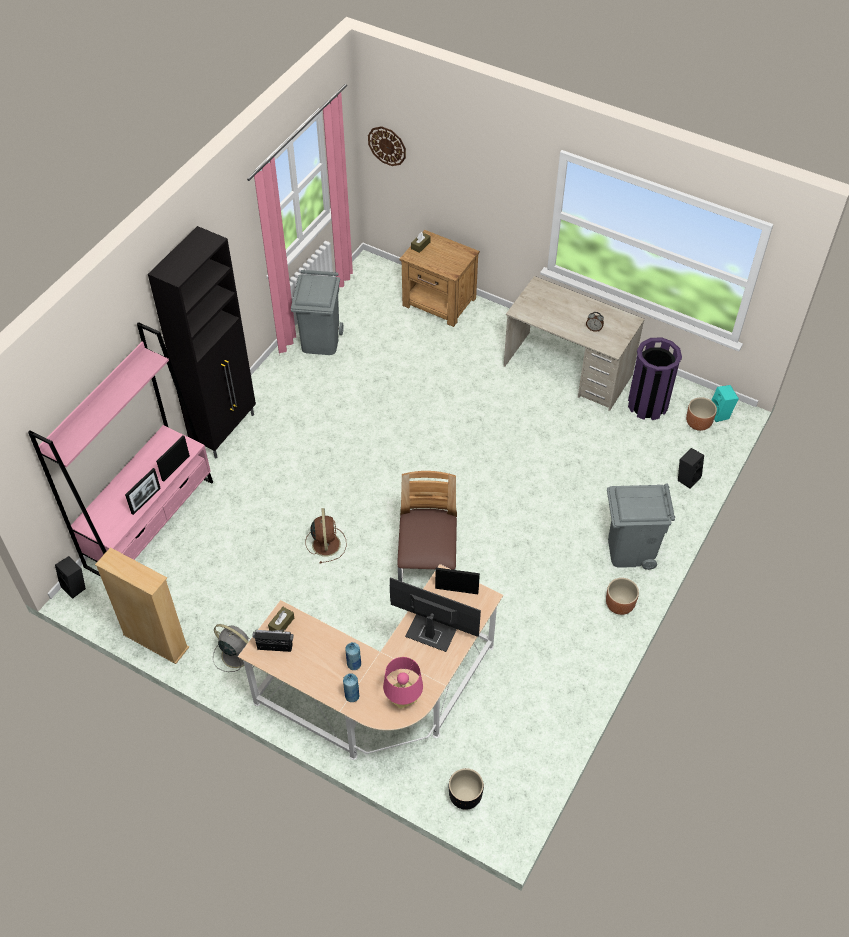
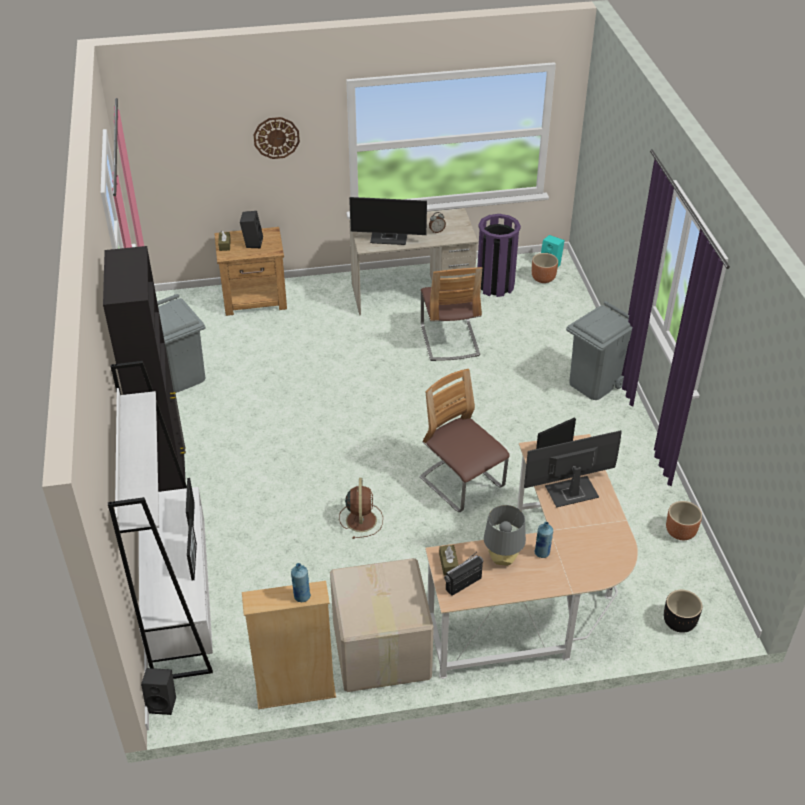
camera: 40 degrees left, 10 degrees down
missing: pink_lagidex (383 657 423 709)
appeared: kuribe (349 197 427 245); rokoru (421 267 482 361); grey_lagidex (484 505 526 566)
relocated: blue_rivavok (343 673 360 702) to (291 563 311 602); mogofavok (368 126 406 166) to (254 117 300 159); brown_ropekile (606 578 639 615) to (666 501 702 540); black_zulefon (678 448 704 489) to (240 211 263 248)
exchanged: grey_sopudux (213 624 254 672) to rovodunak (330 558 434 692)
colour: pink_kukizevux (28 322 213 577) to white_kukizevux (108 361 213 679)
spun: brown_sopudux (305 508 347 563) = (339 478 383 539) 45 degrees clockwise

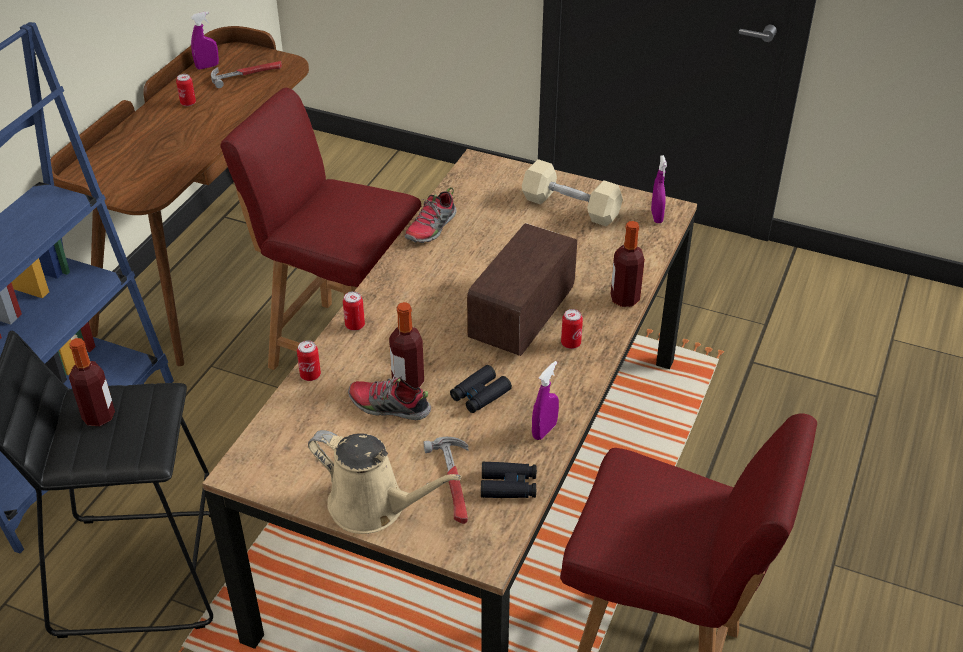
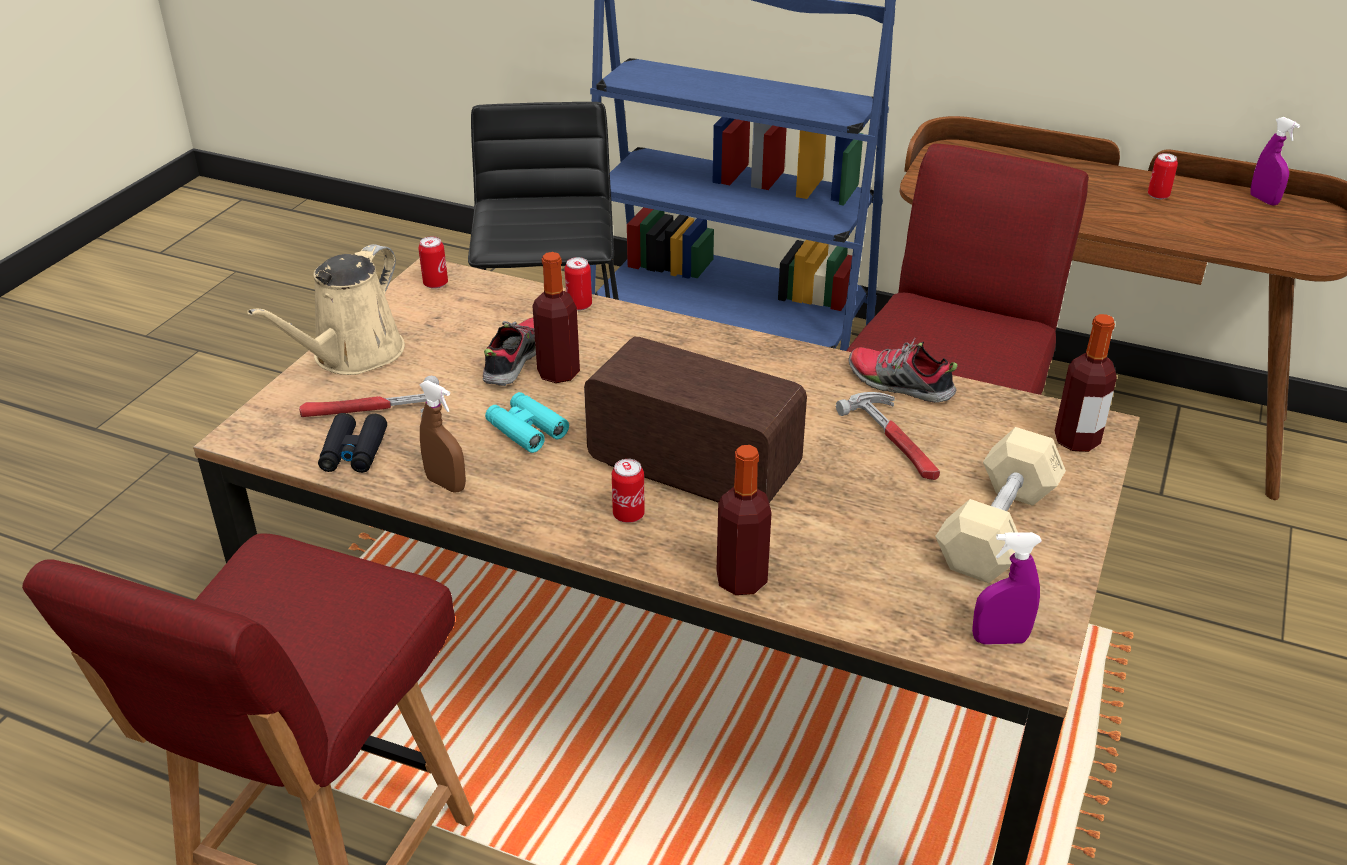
camera: 90 degrees right, 5 degrees down
relocated: rivavok (69 338 115 426) to (1055 314 1117 452); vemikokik (211 61 282 88) to (836 392 940 480); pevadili (343 291 365 331) to (418 236 448 289)
colour: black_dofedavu (450 365 512 413) to turquoise_dofedavu (485 392 569 453); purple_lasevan (532 361 559 440) to brown_lasevan (419 380 466 492)

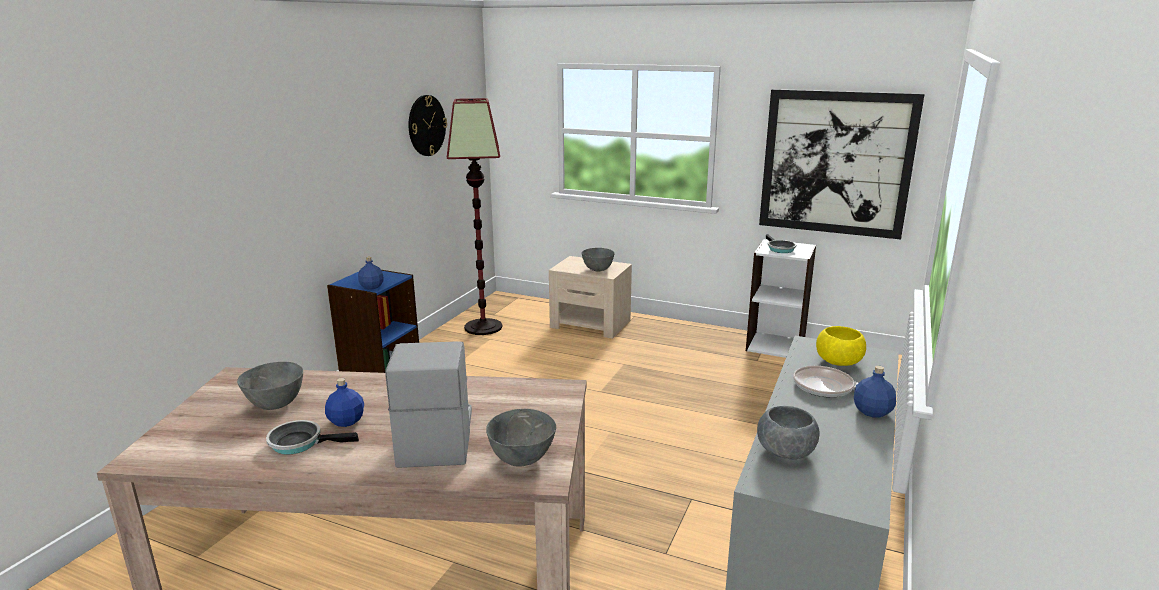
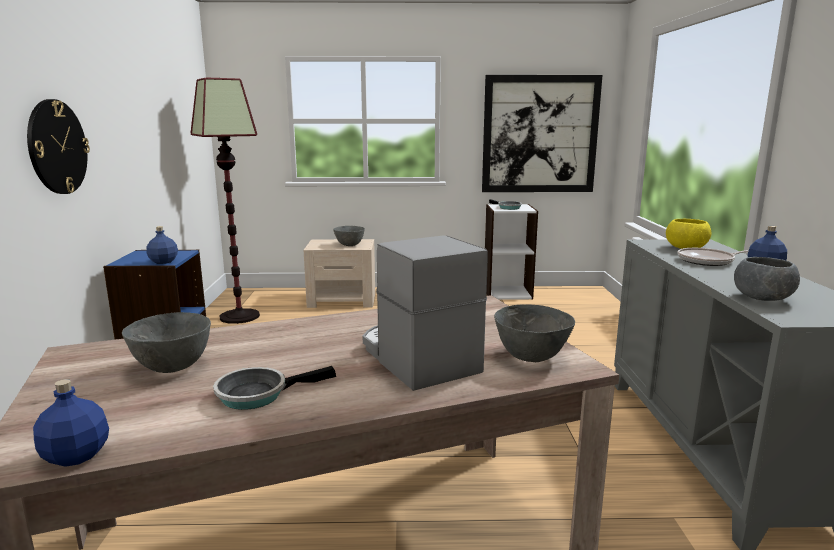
camera: 25 degrees left, 5 degrees down
relocated: blue_rivavok (325 378 364 427) to (33 379 109 467); mogofavok (409 95 447 156) to (27 99 90 194)

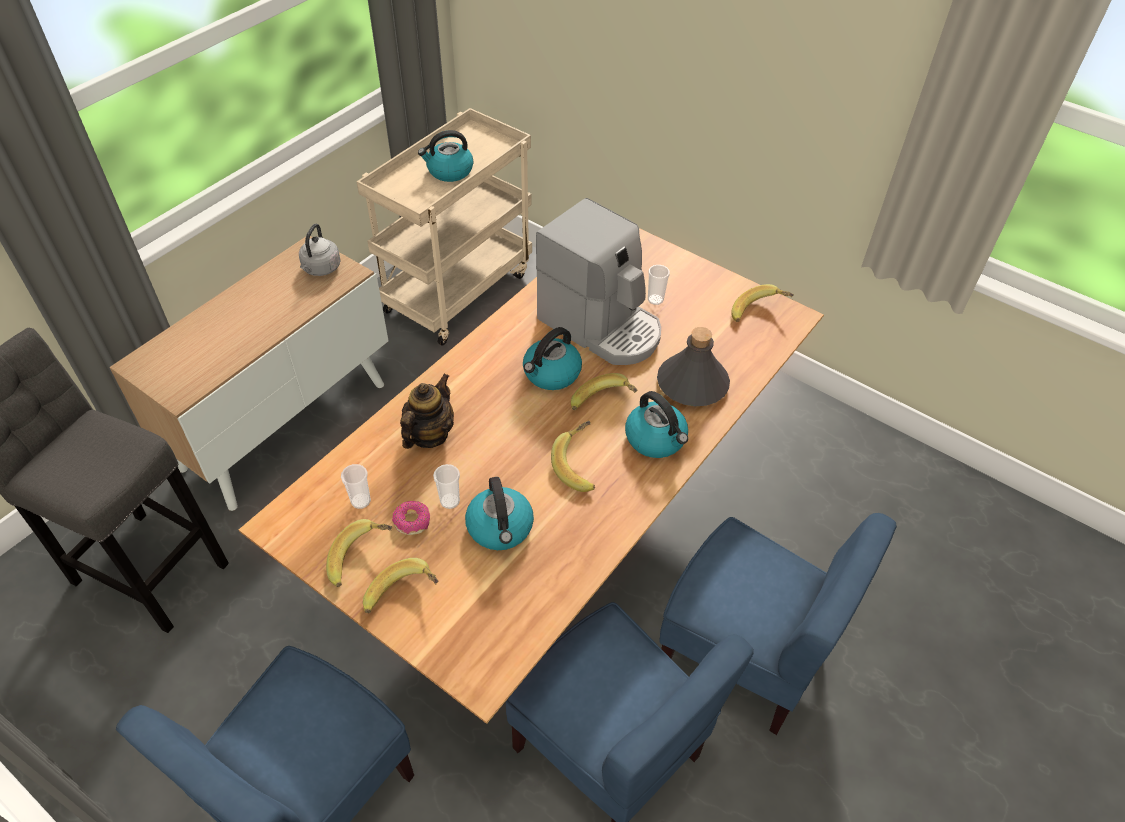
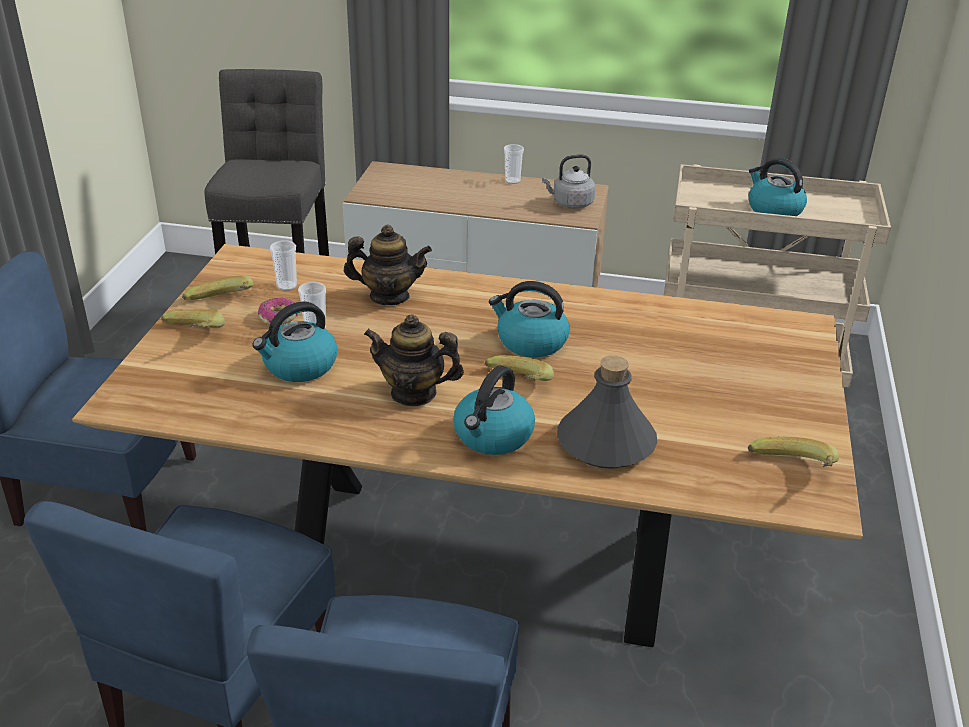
camera: 65 degrees right, 15 degrees down
missing: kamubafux (536 198 661 365)
relocated: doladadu (648 265 670 305) to (504 144 524 184)
exchanged: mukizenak (551 420 595 492) to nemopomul (364 315 464 407)

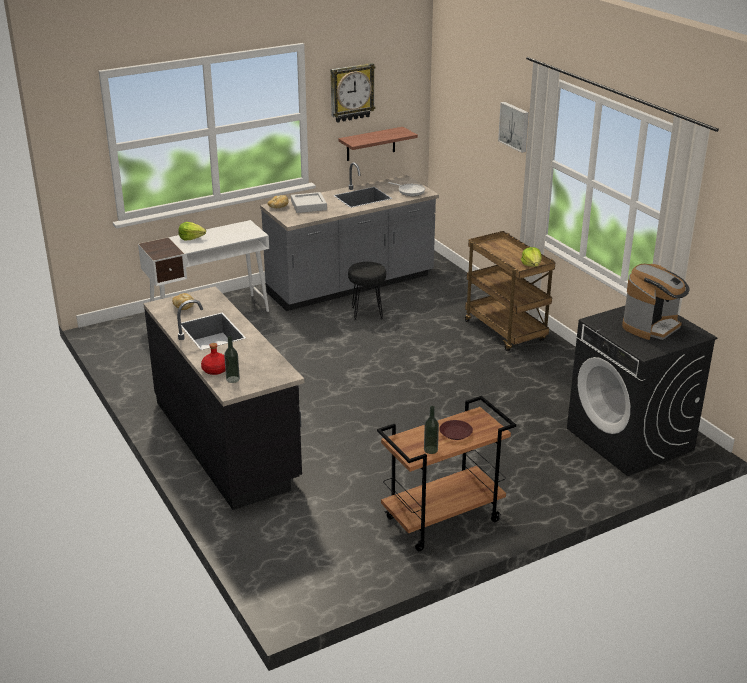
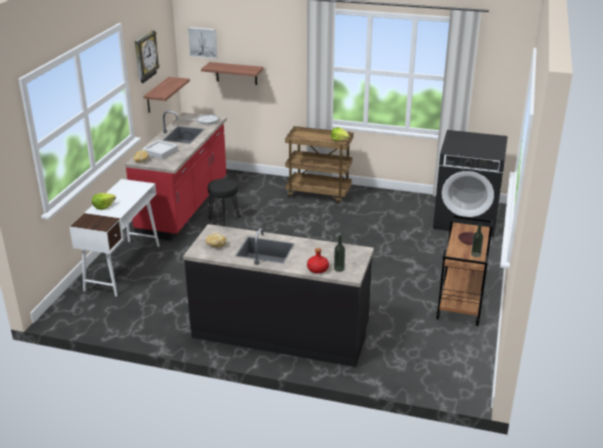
camera: 45 degrees left, 0 degrees up
missing: kamubafux (622 264 690 340)
appeared: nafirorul (201 62 264 85)
relocated: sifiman (498 102 529 153) to (188 27 218 58)
colour: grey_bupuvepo (260 162 439 311) to red_bupuvepo (125 110 227 241)

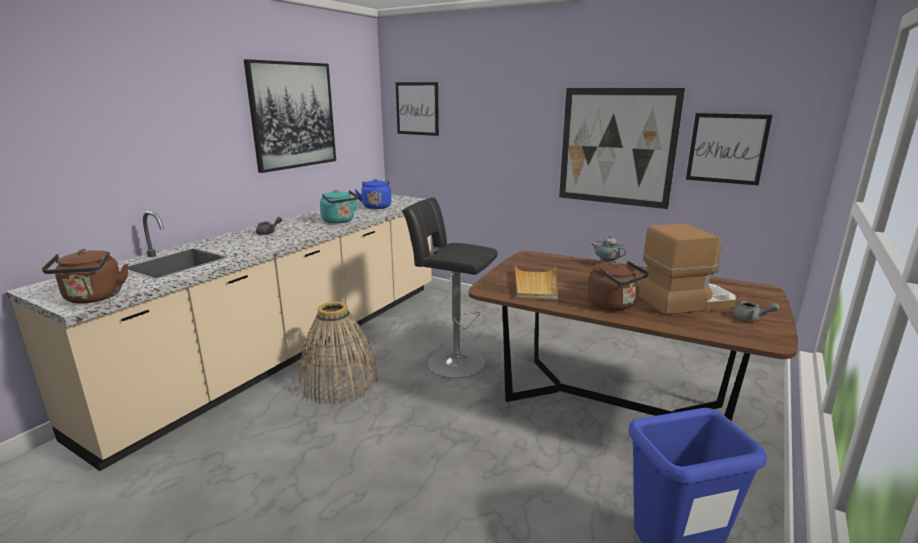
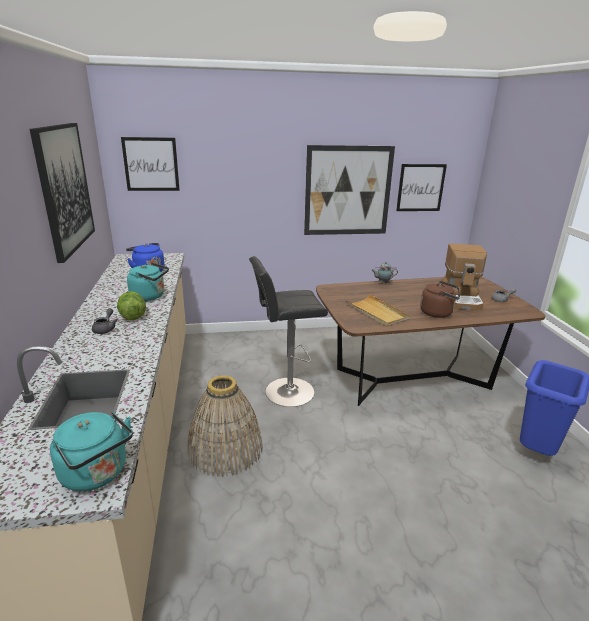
camera: 40 degrees left, 5 degrees up
appeared: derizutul (117 291 146 320)
colour: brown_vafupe (42 249 128 304) to turquoise_vafupe (50 411 133 491)
spun: kamubafux (638 224 736 315) = (442 243 487 311) 150 degrees clockwise

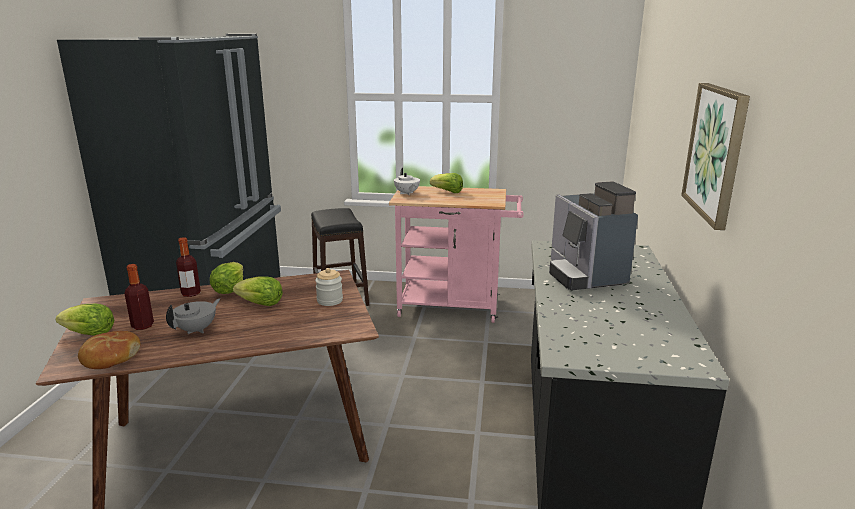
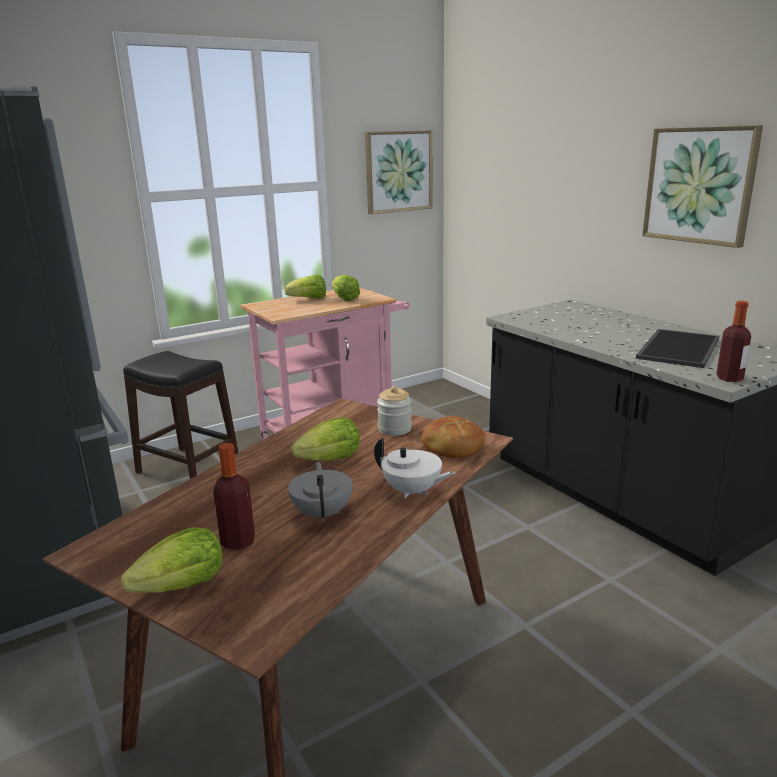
camera: 40 degrees left, 0 degrees up
missing: kamubafux (549 182 638 290)
appeared: sifiman (365 130 433 214); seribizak (636 329 719 368)
relocated: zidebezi (78 331 140 369) to (421 416 485 458); rivavok (176 237 201 297) to (716 301 751 382); derizutul (210 262 243 294) to (332 275 360 301); white_nemopomul (394 168 420 195) to (374 437 456 499)

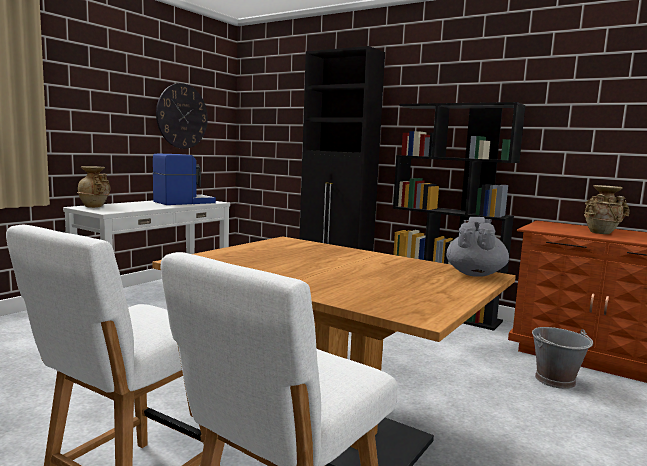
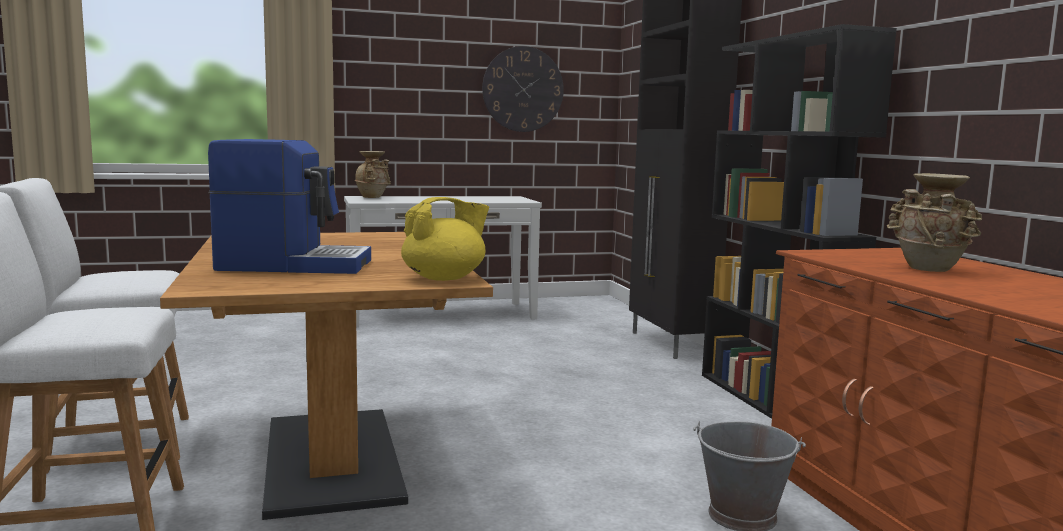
camera: 40 degrees right, 0 degrees up
relocated: kamubafux (152 154 216 205) to (208 139 371 274)
colour: grey_nemopomul (446 217 509 277) to yellow_nemopomul (401 197 489 281)

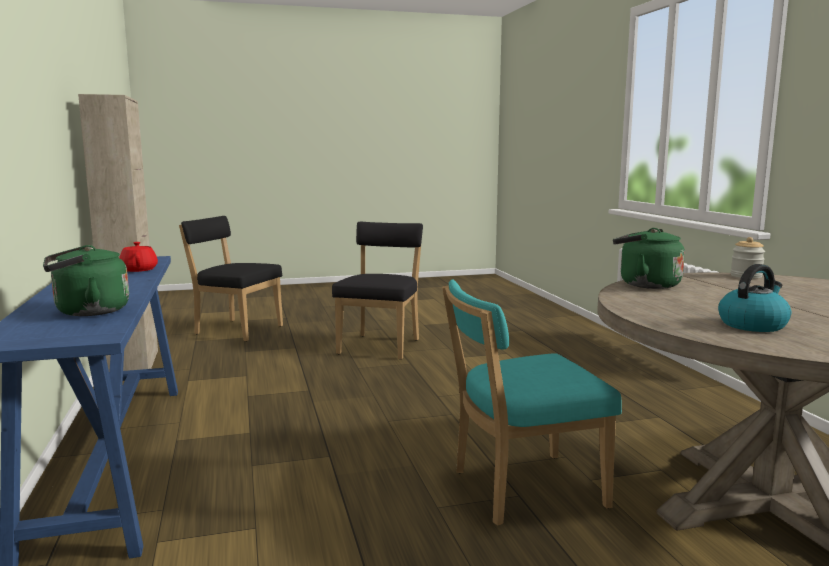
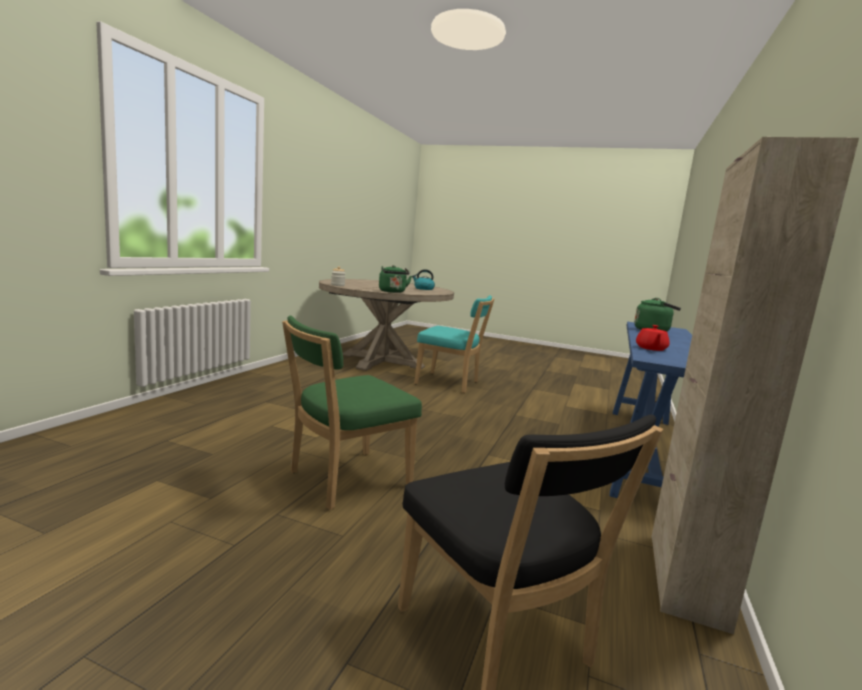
camera: 145 degrees left, 0 degrees up
colour: black_rokoru (332 222 423 360) to green_rokoru (282 316 422 510)

